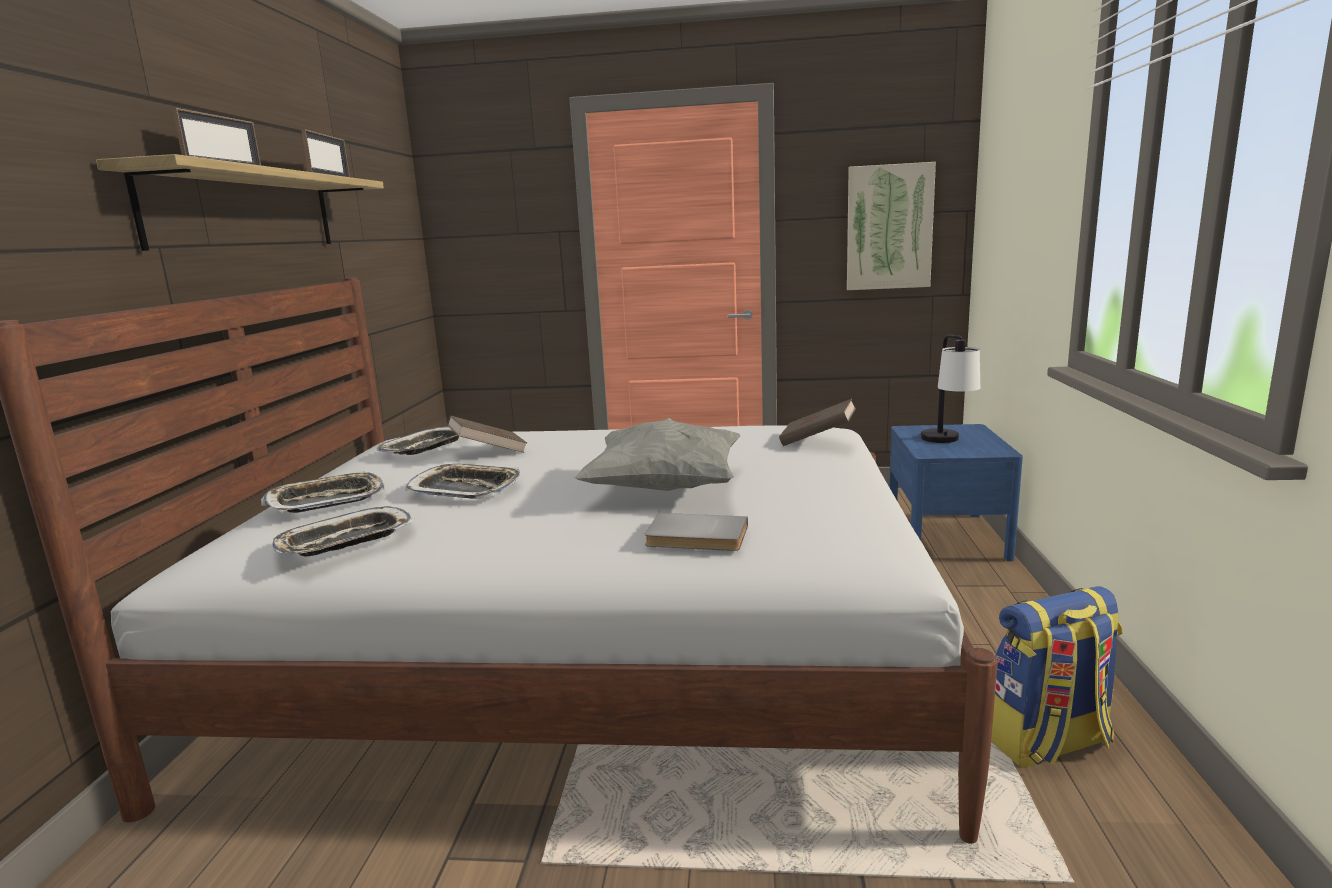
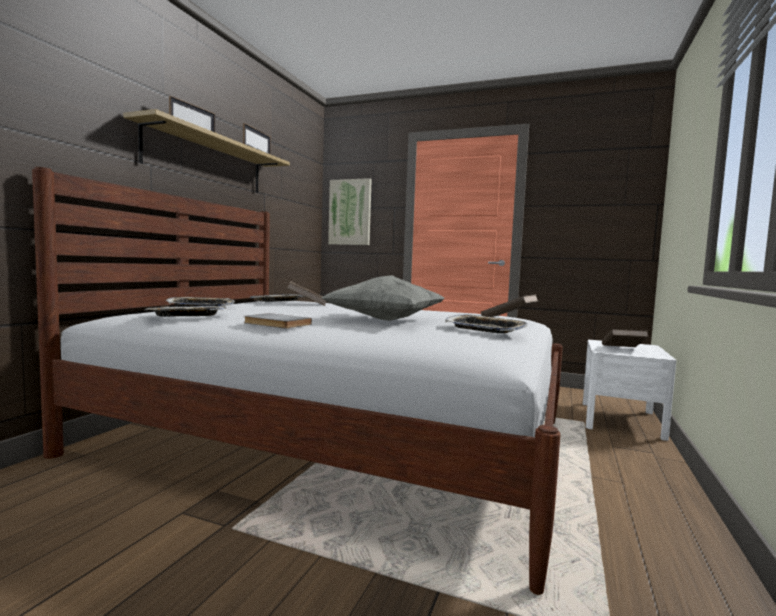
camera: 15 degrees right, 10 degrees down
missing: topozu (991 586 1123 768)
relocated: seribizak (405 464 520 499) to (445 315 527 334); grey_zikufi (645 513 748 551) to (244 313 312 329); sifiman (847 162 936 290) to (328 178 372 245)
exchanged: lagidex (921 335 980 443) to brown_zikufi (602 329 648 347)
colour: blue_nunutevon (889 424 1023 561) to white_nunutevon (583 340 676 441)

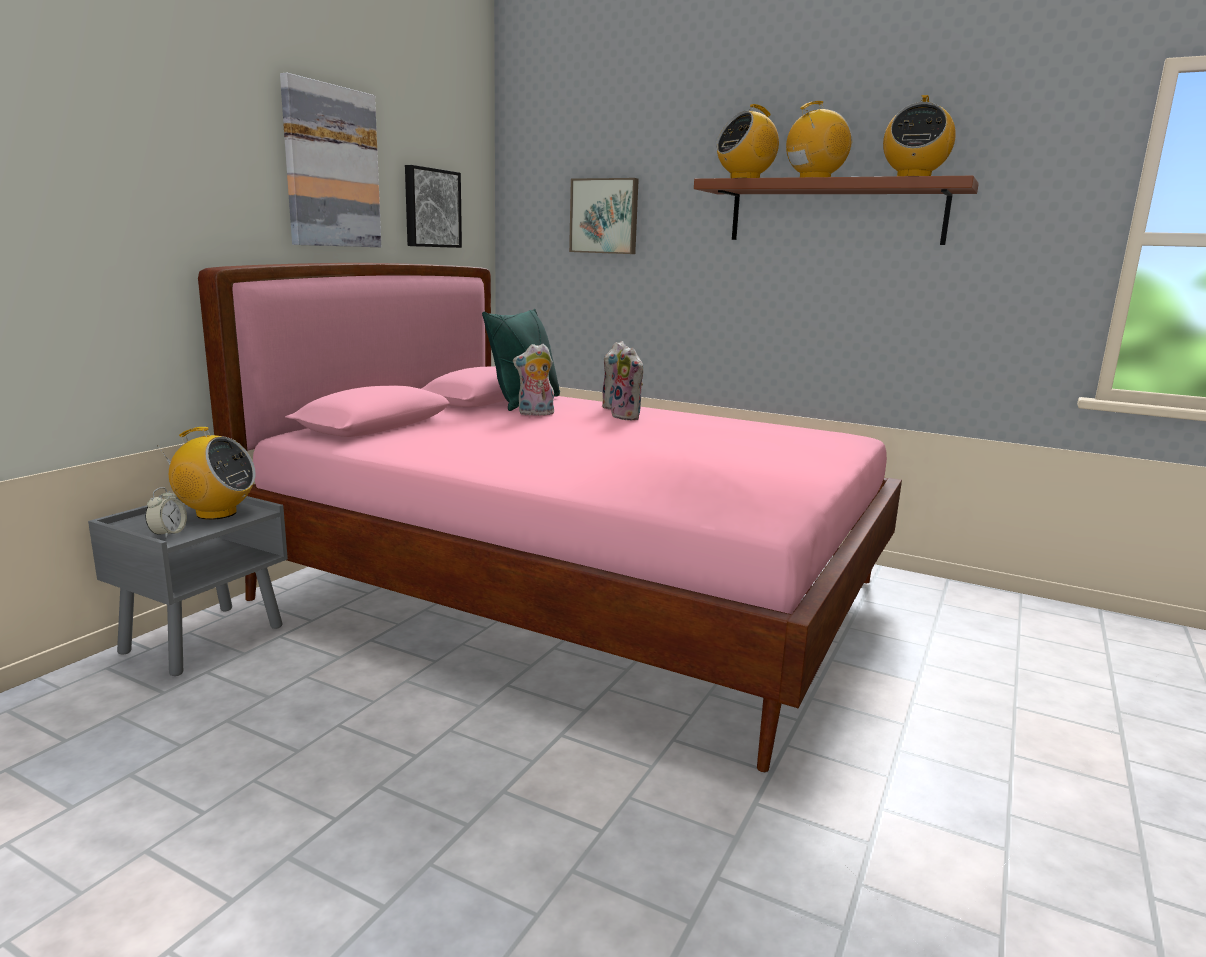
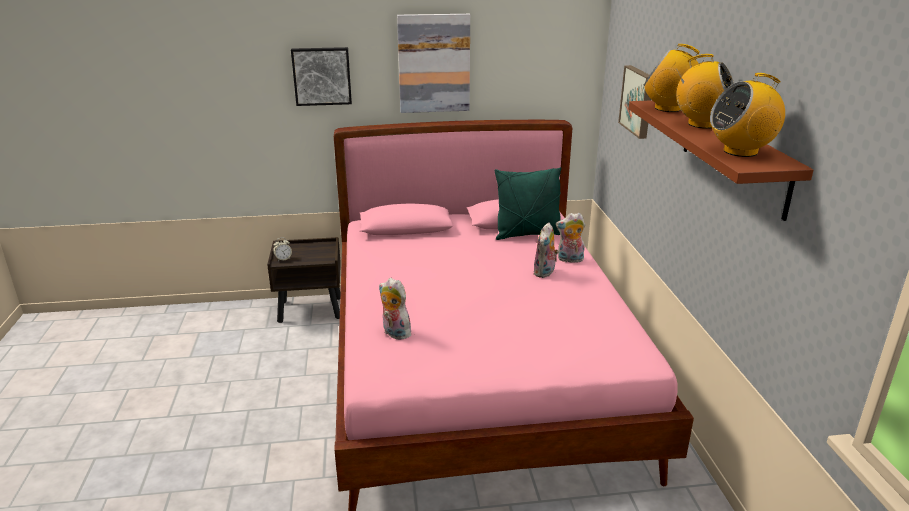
camera: 55 degrees right, 10 degrees up
missing: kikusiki (157 427 256 520)
relocated: sifiman (405 165 462 248) to (291 47 352 106); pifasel (513 344 554 416) to (379 278 411 340)
colour: grey_nunutevon (88 496 288 676) to brown_nunutevon (267 237 341 323)

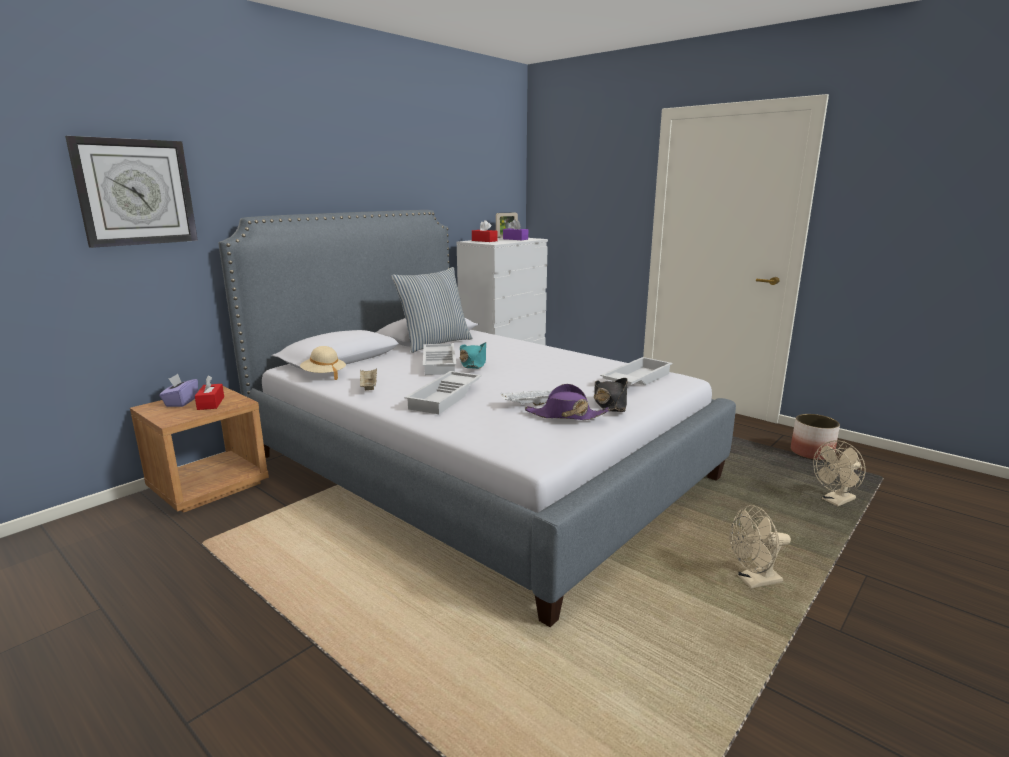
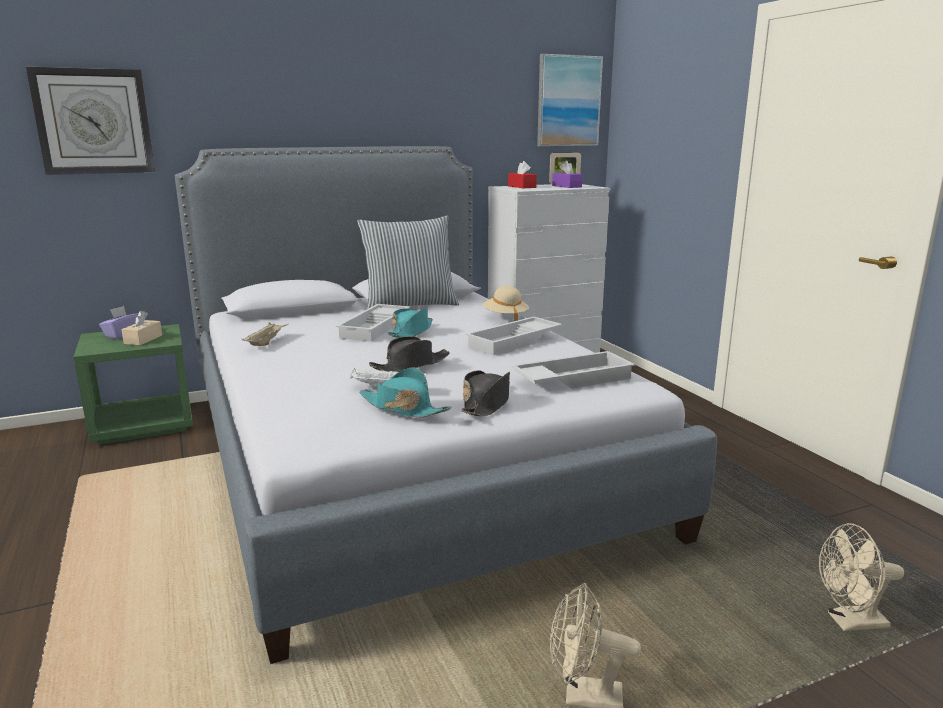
camera: 25 degrees right, 0 degrees up
missing: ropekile (791 414 840 460)
appeared: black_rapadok (369 336 450 372); sifiman (537 54 603 146)
relocated: beige_rapadok (300 346 346 380) to (483 286 529 321); white_seribizak (405 371 482 414) to (465 317 563 355)
colour: brown_nunutevon (130 386 269 513) to green_nunutevon (74 324 193 445); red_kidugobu (195 375 224 410) to beige_kidugobu (121 311 162 345); purple_rapadok (525 384 610 420) to turquoise_rapadok (359 368 452 418)

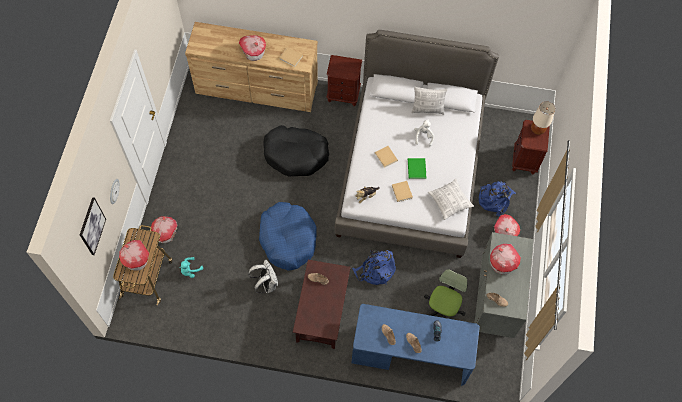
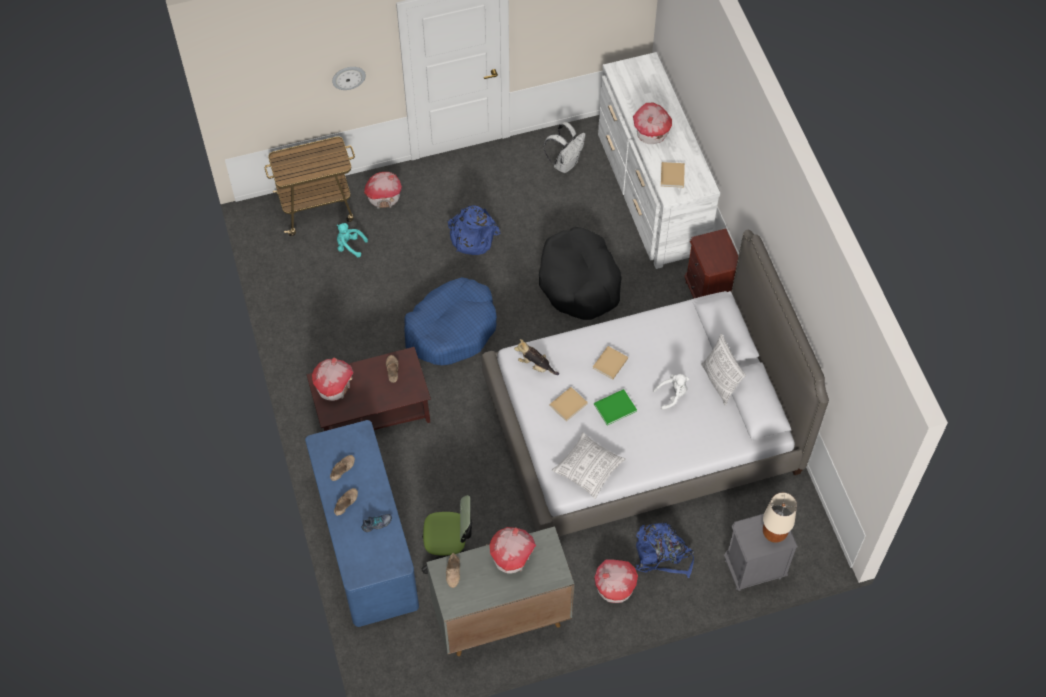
camera: 65 degrees right, 5 degrees down
missing: sifiman (80 197 106 255)
relocated: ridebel (119 240 149 271) to (312 357 353 401); white_topozu (248 260 278 293) to (543 122 586 173); blue_topozu (352 250 396 285) to (447 205 500 255)
colour: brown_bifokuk (185 22 318 112) to white_bifokuk (598 52 720 269); brown_nunutevon (512 120 550 175) to grey_nunutevon (724 510 798 591)

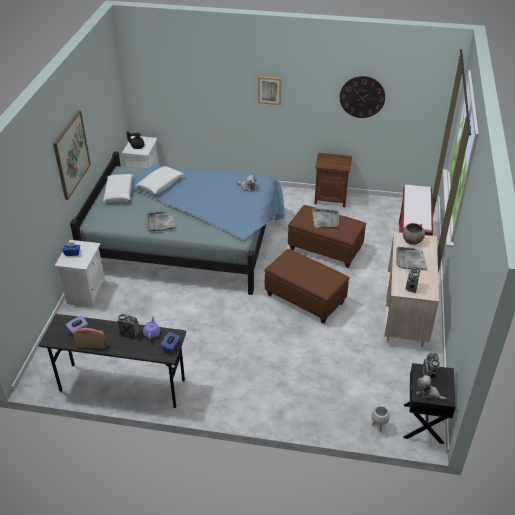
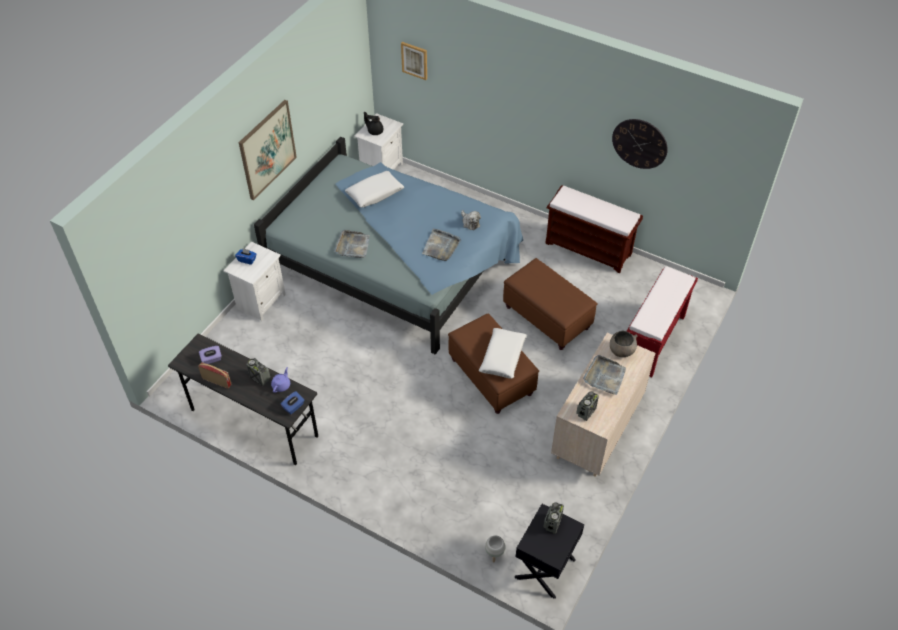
camera: 20 degrees right, 10 degrees up
missing: pifasel (416 375 447 401)
relocated: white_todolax (103 174 134 203) to (479 328 527 379); sifiman (258 76 282 105) to (401 42 427 80); grey_seribizak (312 208 339 228) to (422 229 461 261)
exchanged: brown_nunutevon (314 153 352 207) to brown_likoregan (545 185 643 273)

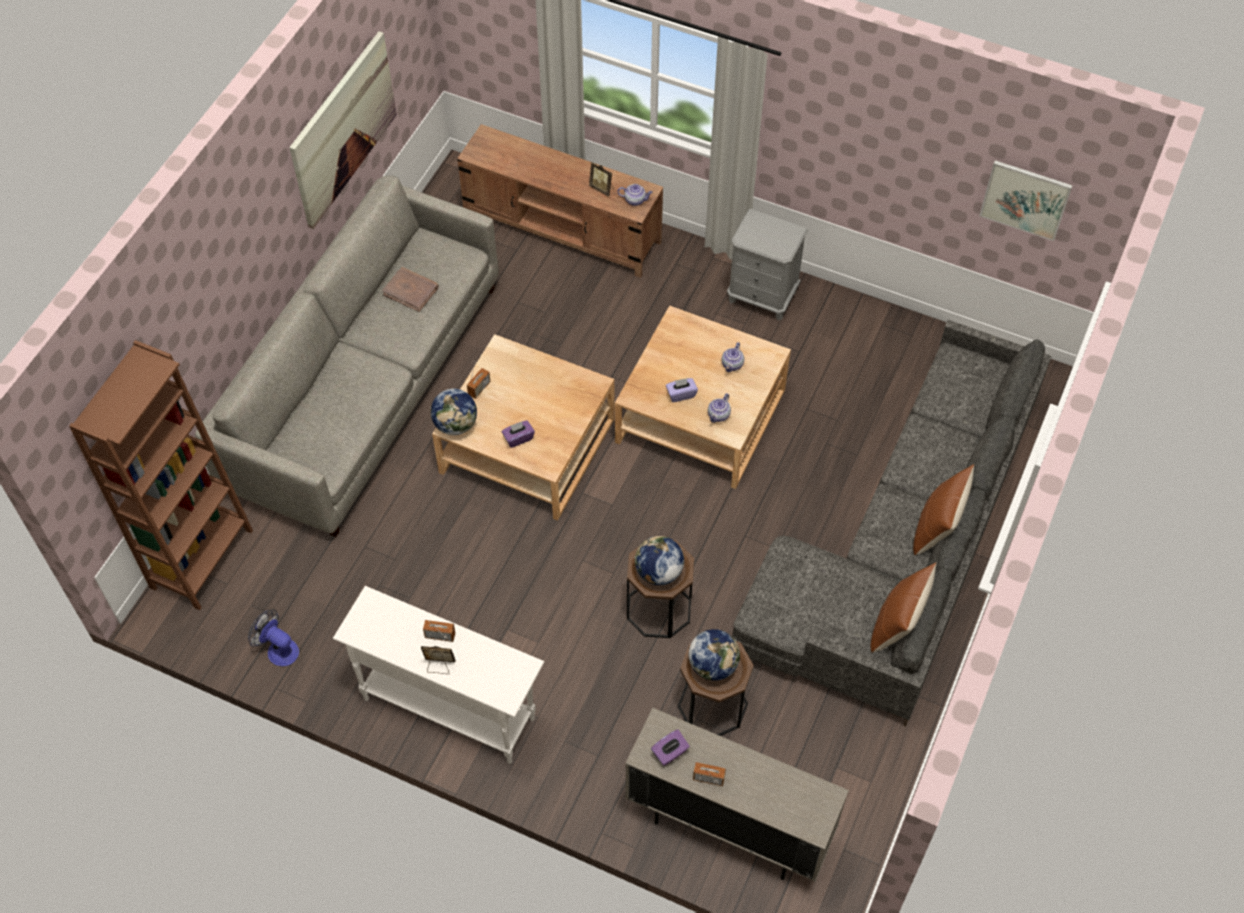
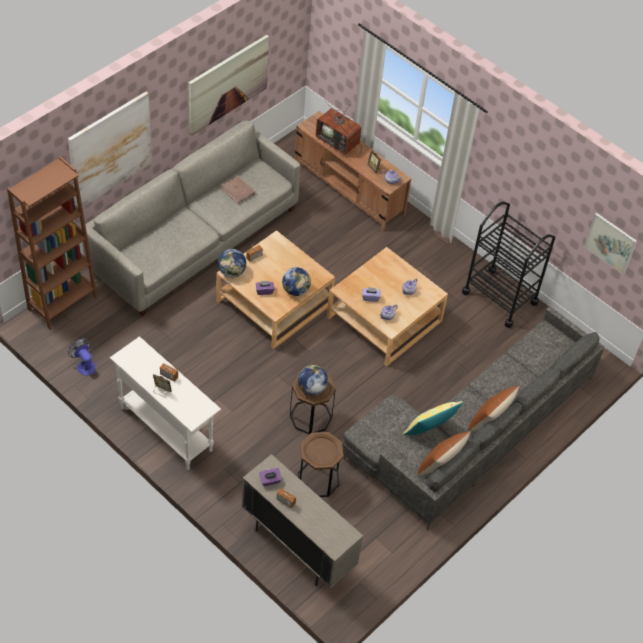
camera: 15 degrees right, 5 degrees down
missing: grey_nunutevon (727 209 808 320)
appeared: sifiman (68 92 152 207); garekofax (316 103 362 155); yellow_todolax (403 401 463 435); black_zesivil (462 202 556 328)
relocated: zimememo (689 629 740 681) to (282 267 311 296)

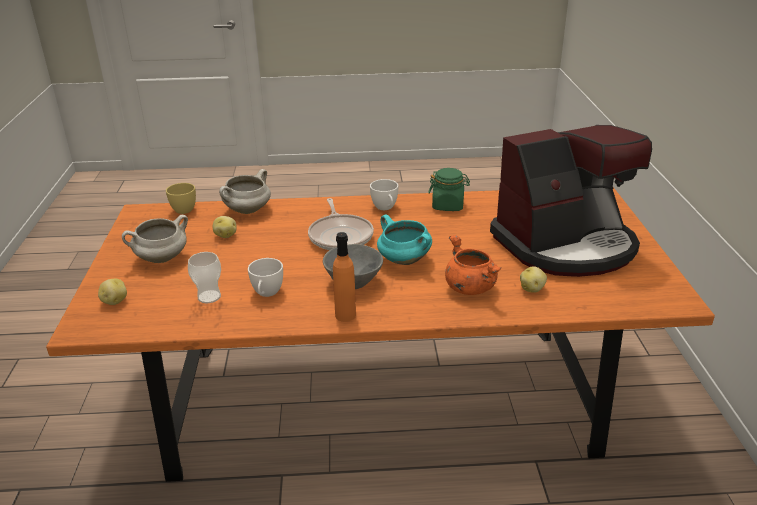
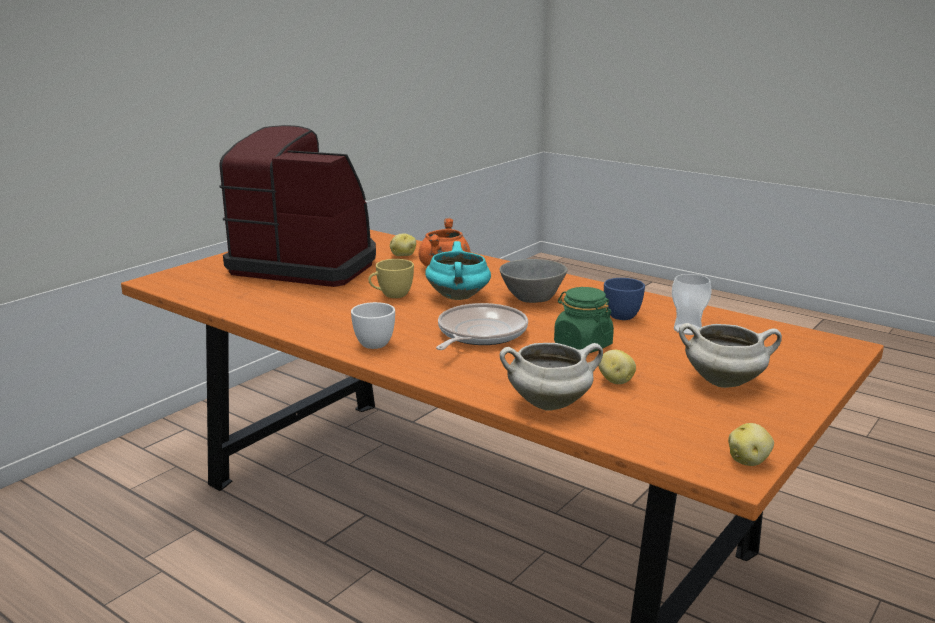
camera: 140 degrees left, 10 degrees down
missing: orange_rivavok (333 232 356 322)
relocated: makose (98 279 127 305) to (728 423 774 466); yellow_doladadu (166 183 196 214) to (368 259 414 298); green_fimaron (428 168 470 211) to (554 287 614 353)
colour: white_doladadu (248 258 283 297) to blue_doladadu (604 278 645 320)

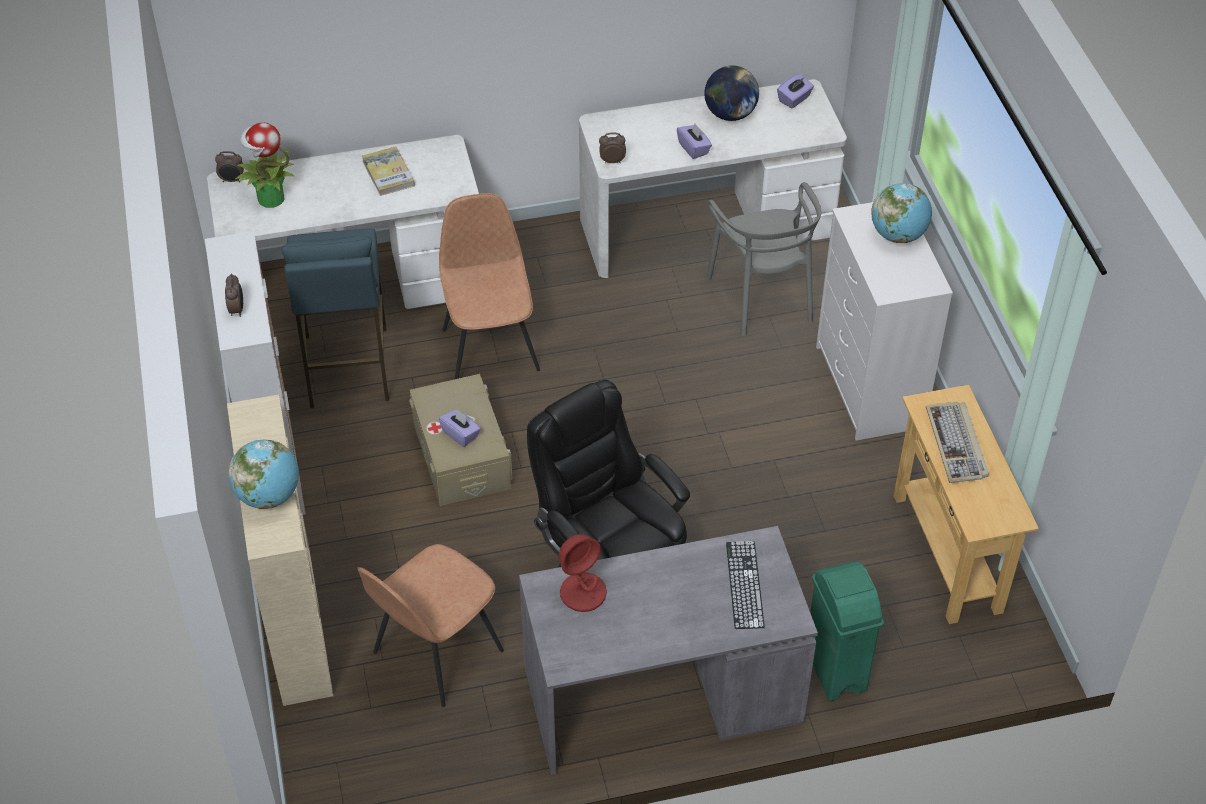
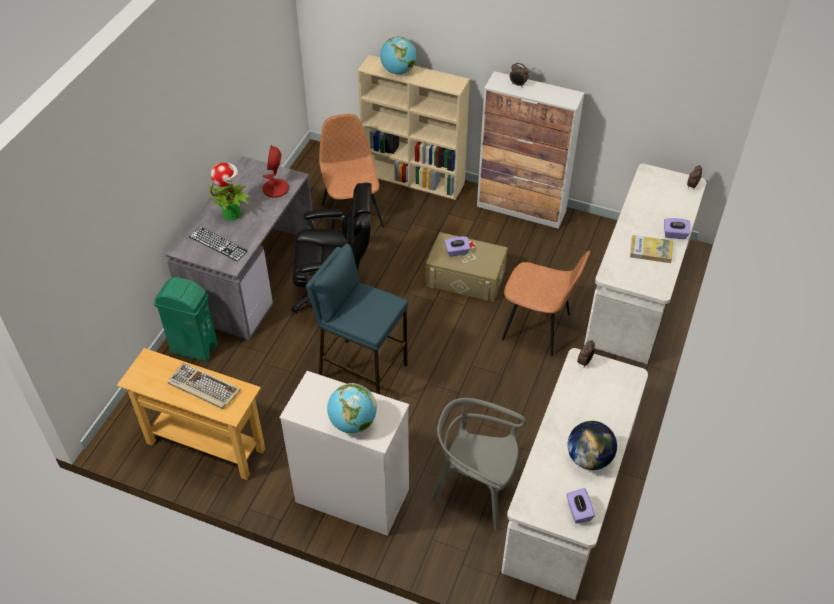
camera: 125 degrees right, 0 degrees up
relocated: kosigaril (235 123 295 208) to (209 163 251 221); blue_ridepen (281 228 389 408) to (306 244 408 394); purple_kidugobu (677 124 712 159) to (664 218 690 239)

